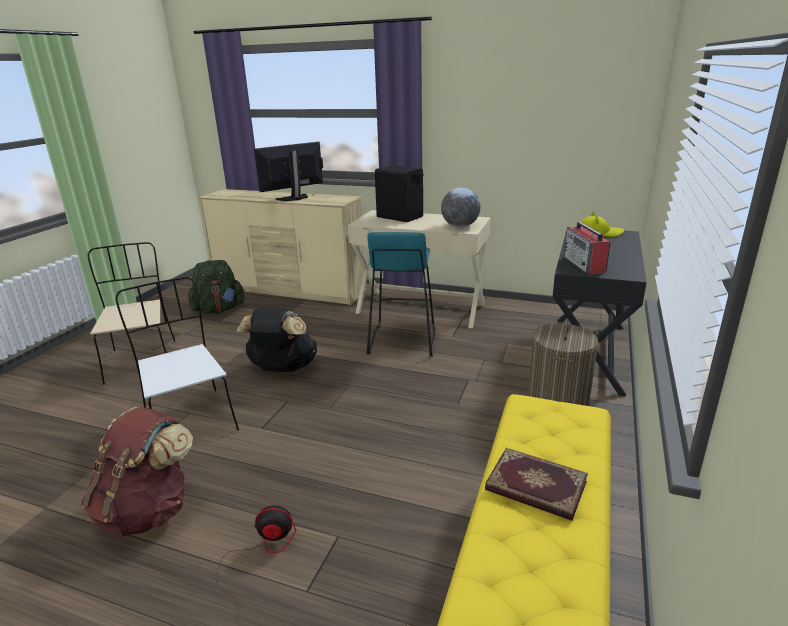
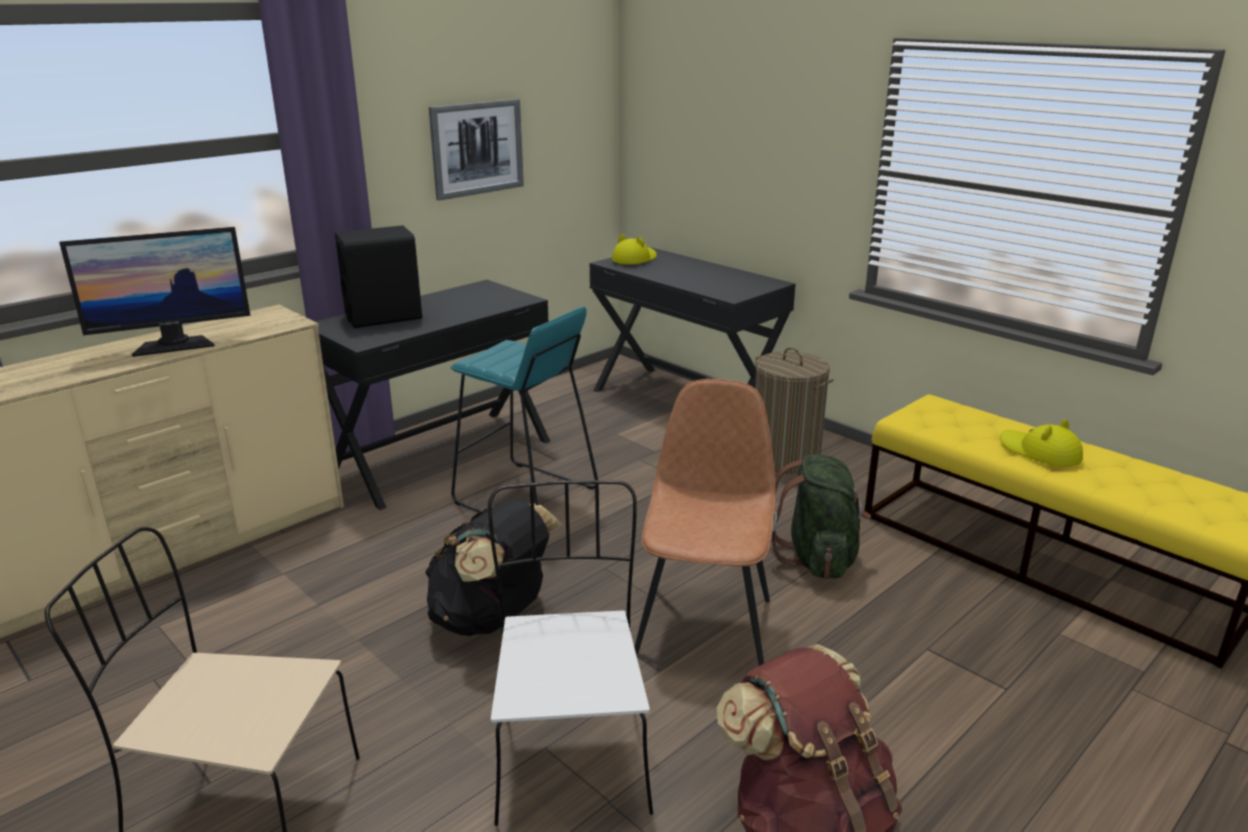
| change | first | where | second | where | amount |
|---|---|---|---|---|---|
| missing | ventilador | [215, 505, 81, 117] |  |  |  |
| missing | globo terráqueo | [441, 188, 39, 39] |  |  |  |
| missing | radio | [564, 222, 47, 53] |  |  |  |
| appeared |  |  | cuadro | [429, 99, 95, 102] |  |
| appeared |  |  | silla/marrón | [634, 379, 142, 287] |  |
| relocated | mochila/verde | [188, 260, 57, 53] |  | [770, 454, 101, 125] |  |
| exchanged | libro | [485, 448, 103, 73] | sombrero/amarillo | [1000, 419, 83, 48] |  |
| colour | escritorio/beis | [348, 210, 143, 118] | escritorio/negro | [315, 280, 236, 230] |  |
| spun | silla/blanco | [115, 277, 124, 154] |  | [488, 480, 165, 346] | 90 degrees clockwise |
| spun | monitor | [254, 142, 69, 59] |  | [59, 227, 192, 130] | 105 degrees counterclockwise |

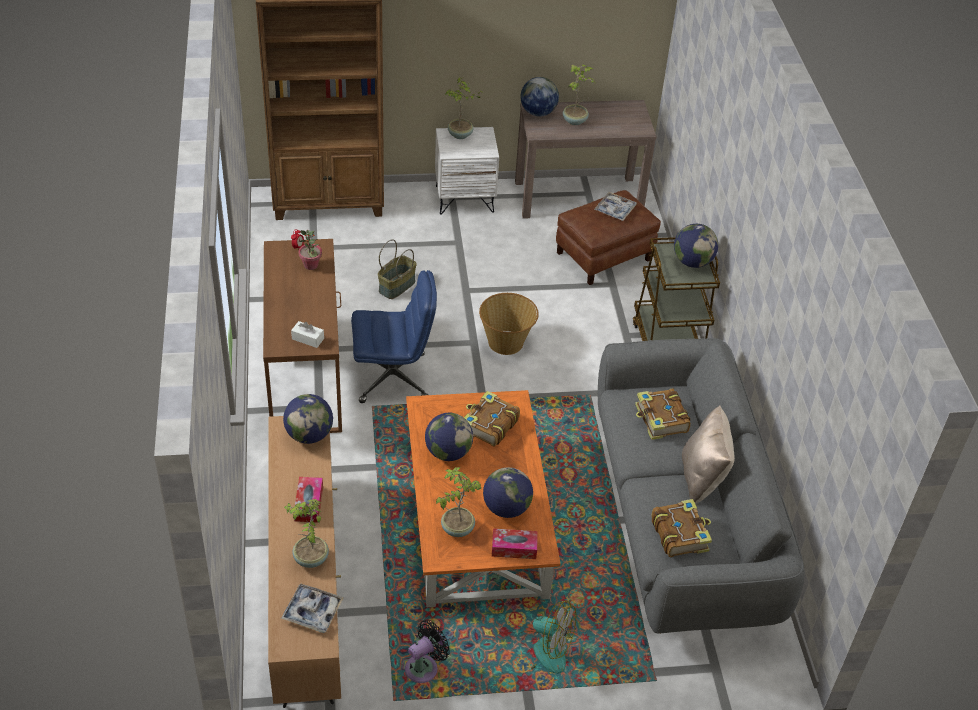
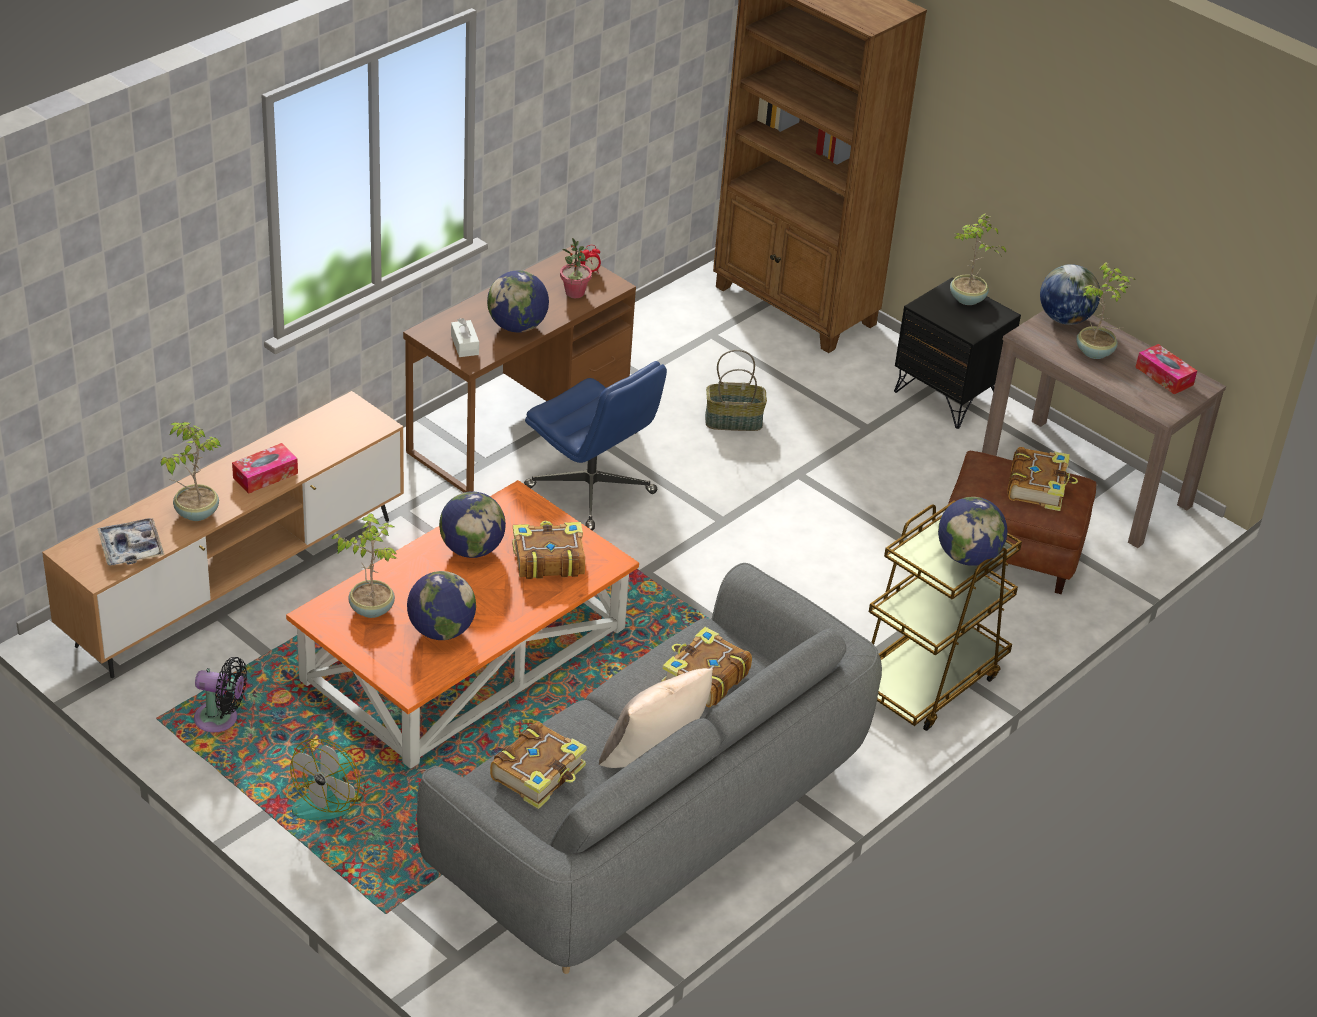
| change | first | where | second | where | amount |
|---|---|---|---|---|---|
| missing | cesta | [479, 293, 60, 62] |  |  |  |
| relocated | globo terráqueo | [283, 394, 50, 50] |  | [487, 271, 62, 62] |  |
| relocated | caja de pañuelos | [492, 528, 46, 31] |  | [1135, 344, 62, 50] |  |
| exchanged | bandeja | [594, 192, 43, 29] | libro | [1007, 447, 71, 64] |  |
| colour | mesita de noche/blanco | [435, 127, 64, 88] | mesita de noche/negro | [894, 278, 127, 151] |  |
| spun | ventilador | [513, 601, 63, 73] |  | [290, 739, 76, 81] | 45 degrees clockwise |

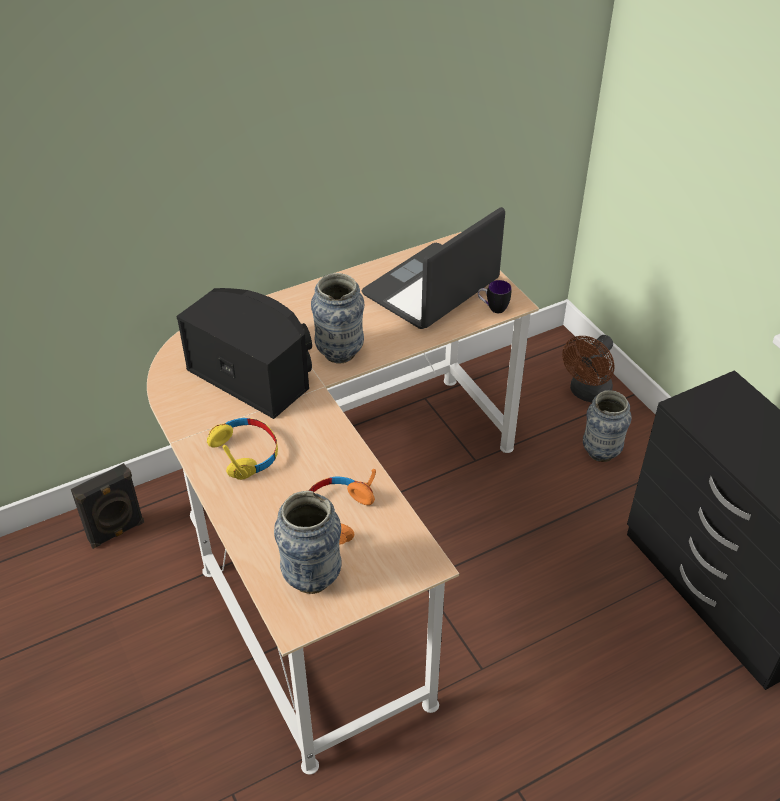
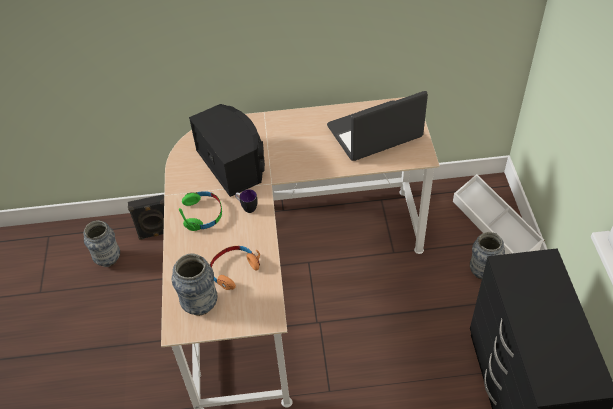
| change | first | where | second | where | amount |
|---|---|---|---|---|---|
| relocated | florero | [311, 273, 53, 90] |  | [83, 220, 37, 47] |  |
| relocated | taza grande | [478, 280, 34, 33] |  | [235, 189, 23, 24] |  |
| exchanged | ventilador/marrón | [562, 335, 53, 68] | caja de almacenaje/blanco | [453, 174, 91, 80] |  |
| colour | auriculares/amarillo | [207, 418, 71, 62] | auriculares/verde | [179, 191, 43, 40] |  |

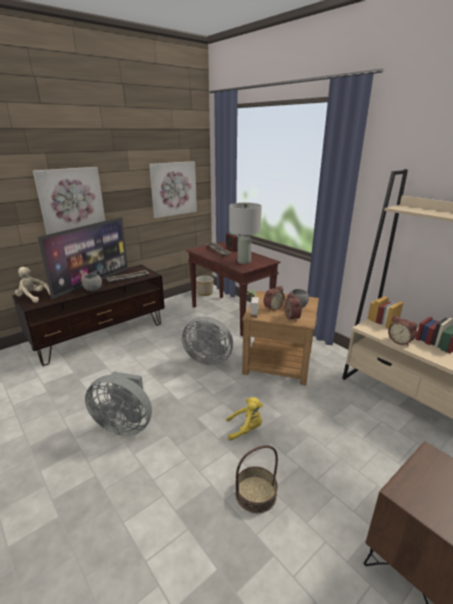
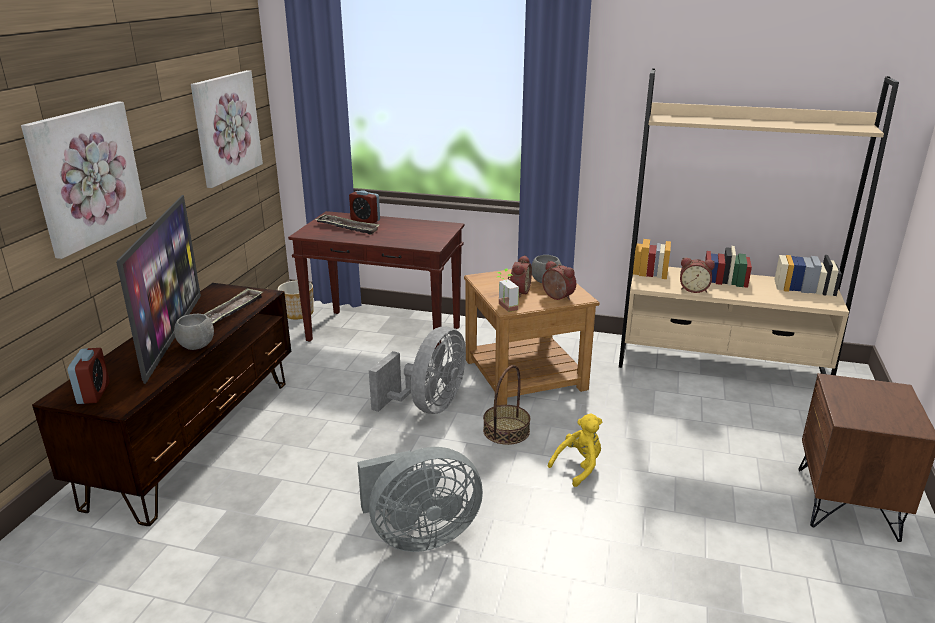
| change | first | where | second | where | amount |
|---|---|---|---|---|---|
| missing | lámpara de mesa/gris | [229, 203, 33, 61] |  |  |  |
| relocated | cesta | [235, 445, 43, 69] |  | [483, 365, 47, 80] |  |
| exchanged | peluche/beis | [15, 267, 36, 36] | despertador | [68, 348, 42, 56] |  |
| spun | ventilador/gris | [182, 317, 51, 49] |  | [369, 326, 97, 88] | 45 degrees counterclockwise |

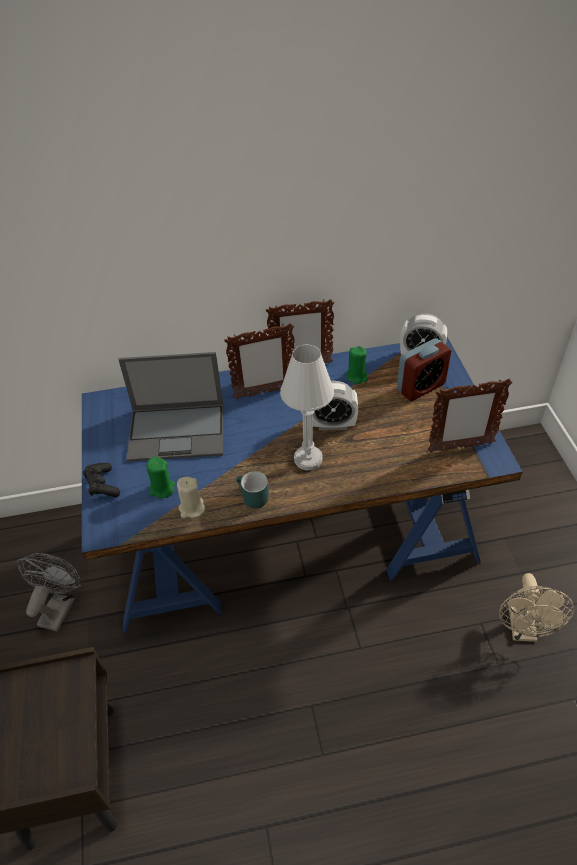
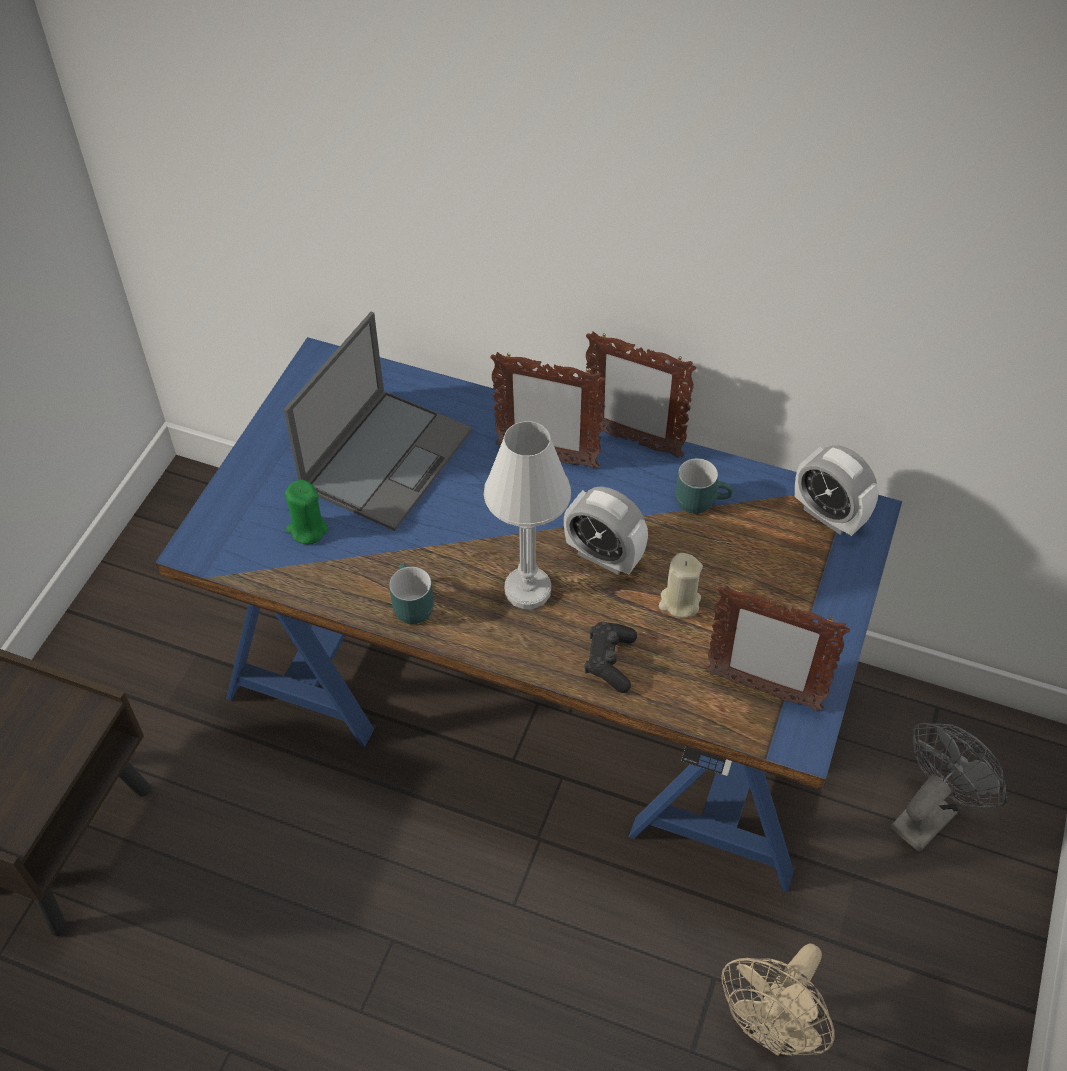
| change | first | where | second | where | amount |
|---|---|---|---|---|---|
| missing | despertador | [397, 338, 54, 63] |  |  |  |
| relocated | ventilador/gris | [17, 553, 65, 78] |  | [890, 723, 117, 129] |  |
| relocated | mando de consola/negro | [83, 463, 37, 34] |  | [584, 622, 53, 71] |  |
| relocated | vela/beis | [177, 477, 28, 41] |  | [659, 553, 44, 65] |  |
| exchanged | vela/verde | [346, 346, 22, 38] | taza grande/turquesa | [676, 458, 57, 56] |  |
| spun | portátil | [118, 352, 105, 110] |  | [284, 312, 188, 219] | 90 degrees counterclockwise |

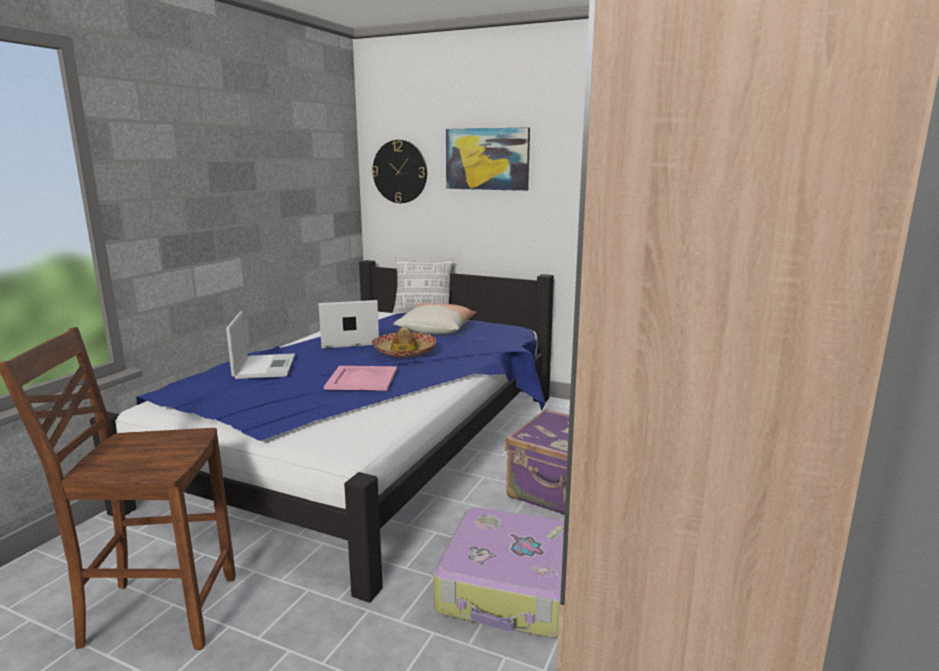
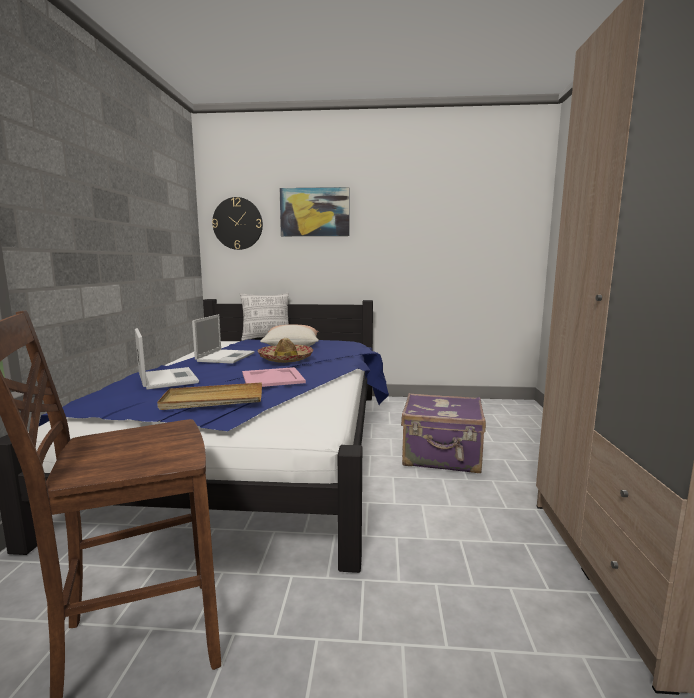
| change | first | where | second | where | amount |
|---|---|---|---|---|---|
| missing | maleta | [433, 507, 131, 131] |  |  |  |
| appeared |  |  | bandeja/beis | [157, 382, 105, 28] |  |
| spun | portátil | [318, 300, 61, 49] |  | [192, 314, 63, 50] | 135 degrees clockwise |

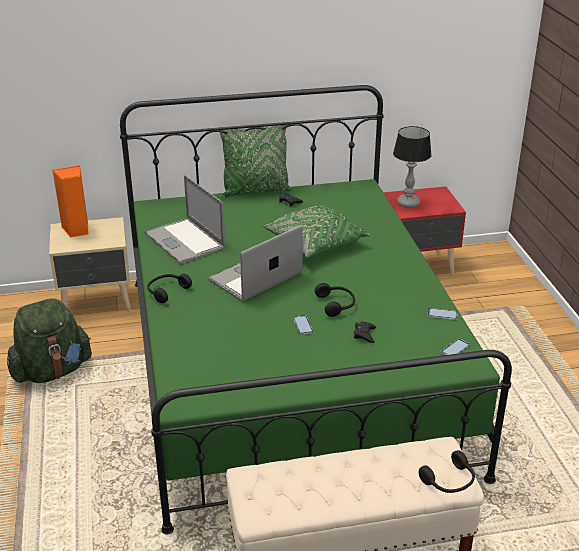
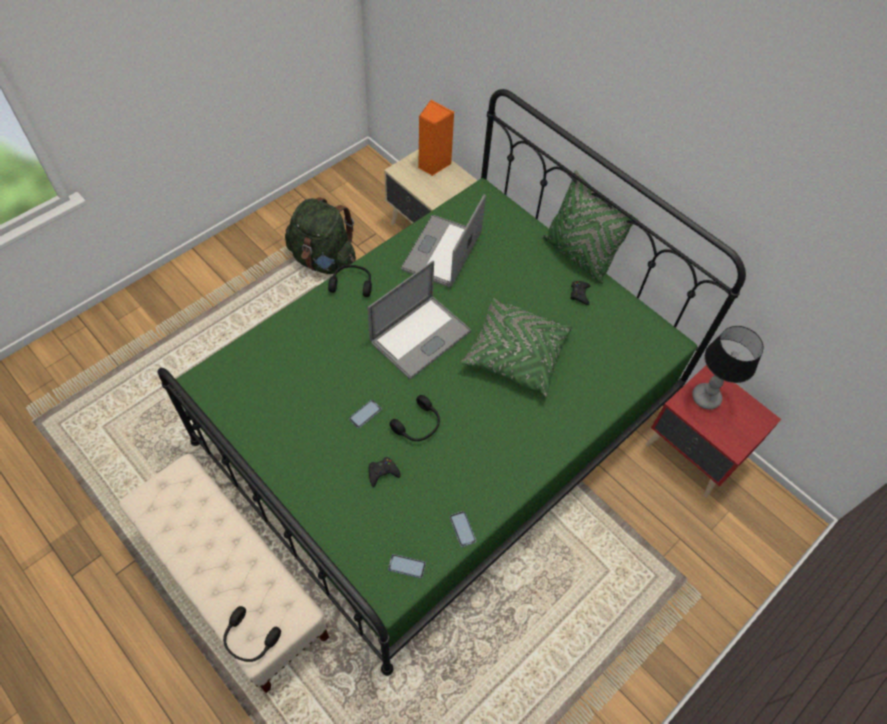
| change | first | where | second | where | amount |
|---|---|---|---|---|---|
| spun | portátil | [208, 225, 95, 77] |  | [368, 261, 103, 118] | 120 degrees clockwise |

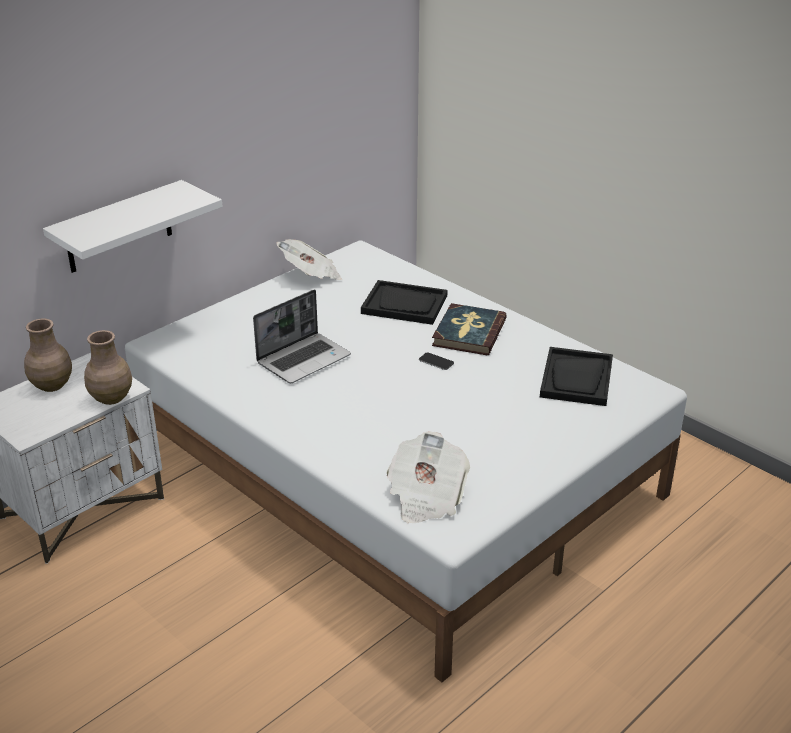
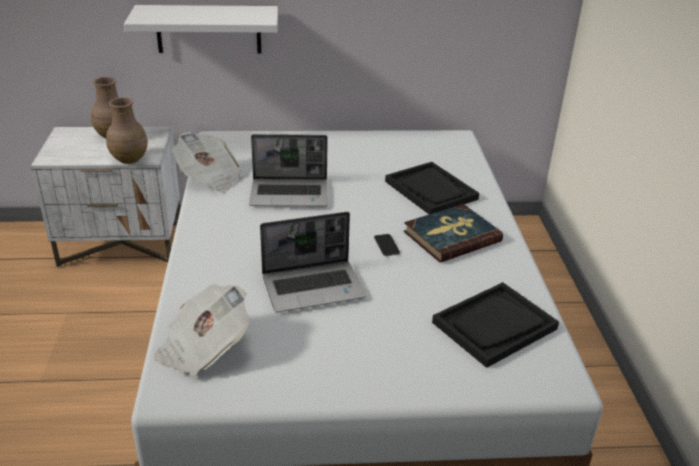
| change | first | where | second | where | amount |
|---|---|---|---|---|---|
| appeared |  |  | portátil | [260, 212, 106, 100] |  |
| relocated | periódico | [277, 239, 65, 41] |  | [172, 132, 71, 61] |  |

